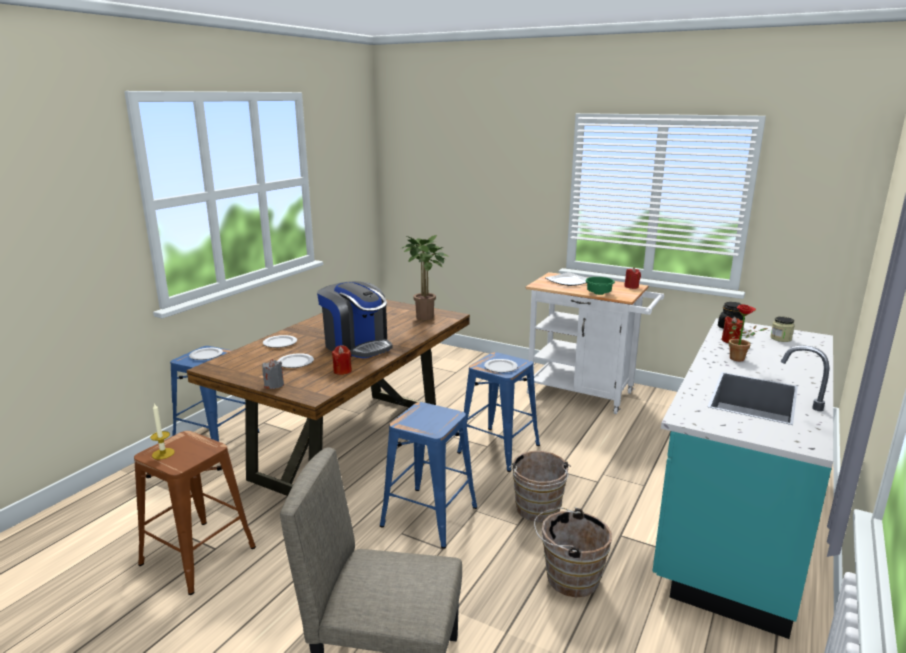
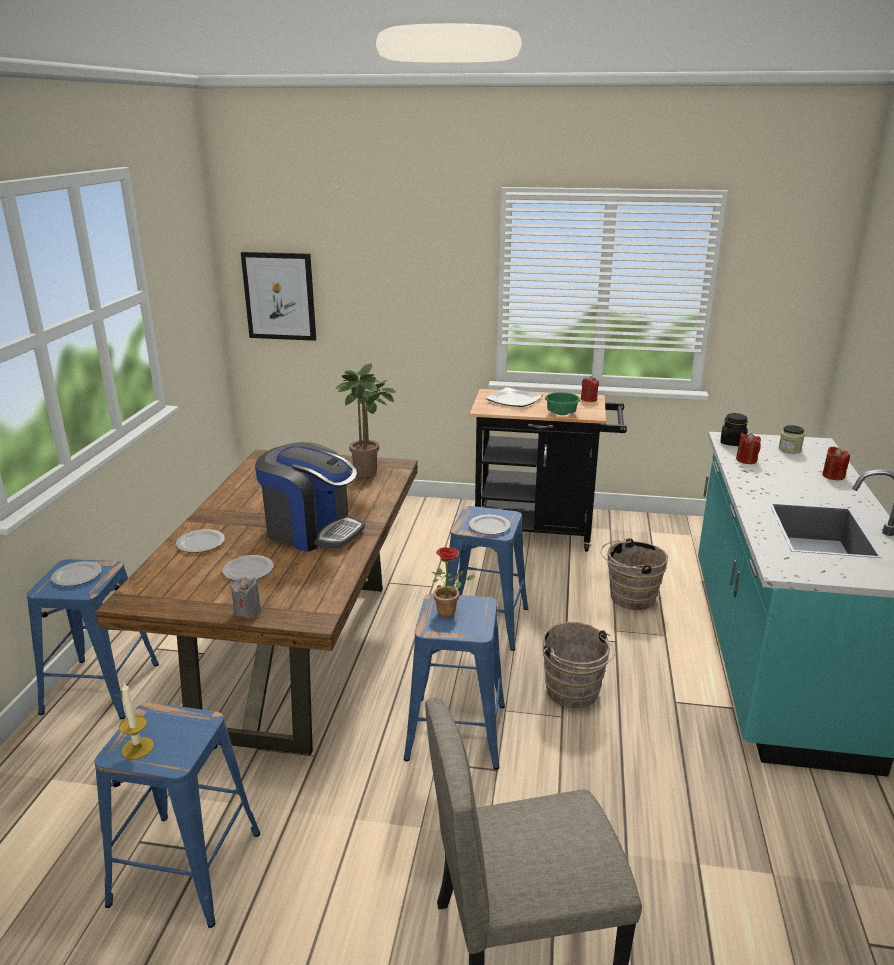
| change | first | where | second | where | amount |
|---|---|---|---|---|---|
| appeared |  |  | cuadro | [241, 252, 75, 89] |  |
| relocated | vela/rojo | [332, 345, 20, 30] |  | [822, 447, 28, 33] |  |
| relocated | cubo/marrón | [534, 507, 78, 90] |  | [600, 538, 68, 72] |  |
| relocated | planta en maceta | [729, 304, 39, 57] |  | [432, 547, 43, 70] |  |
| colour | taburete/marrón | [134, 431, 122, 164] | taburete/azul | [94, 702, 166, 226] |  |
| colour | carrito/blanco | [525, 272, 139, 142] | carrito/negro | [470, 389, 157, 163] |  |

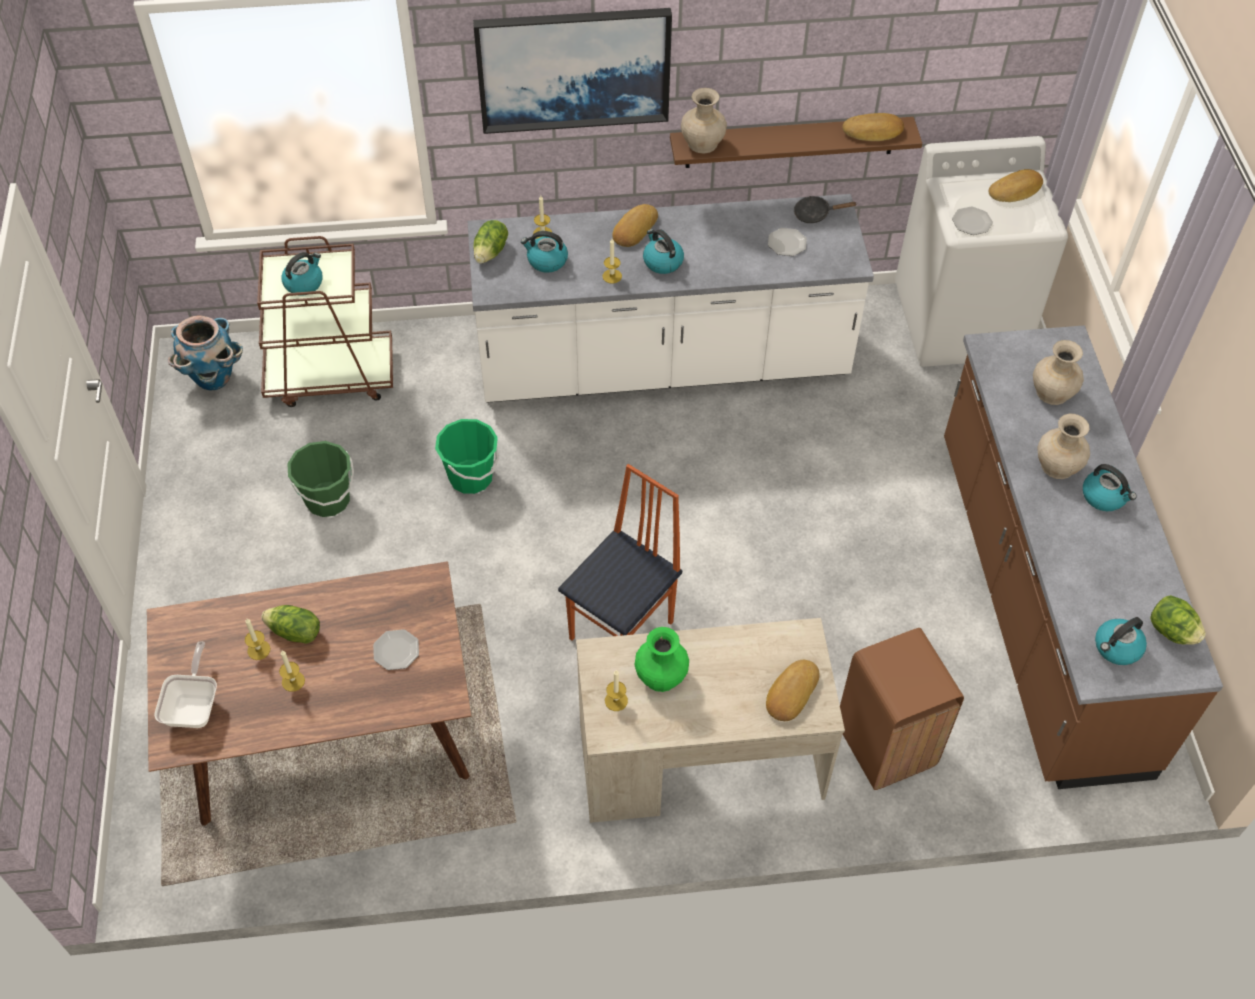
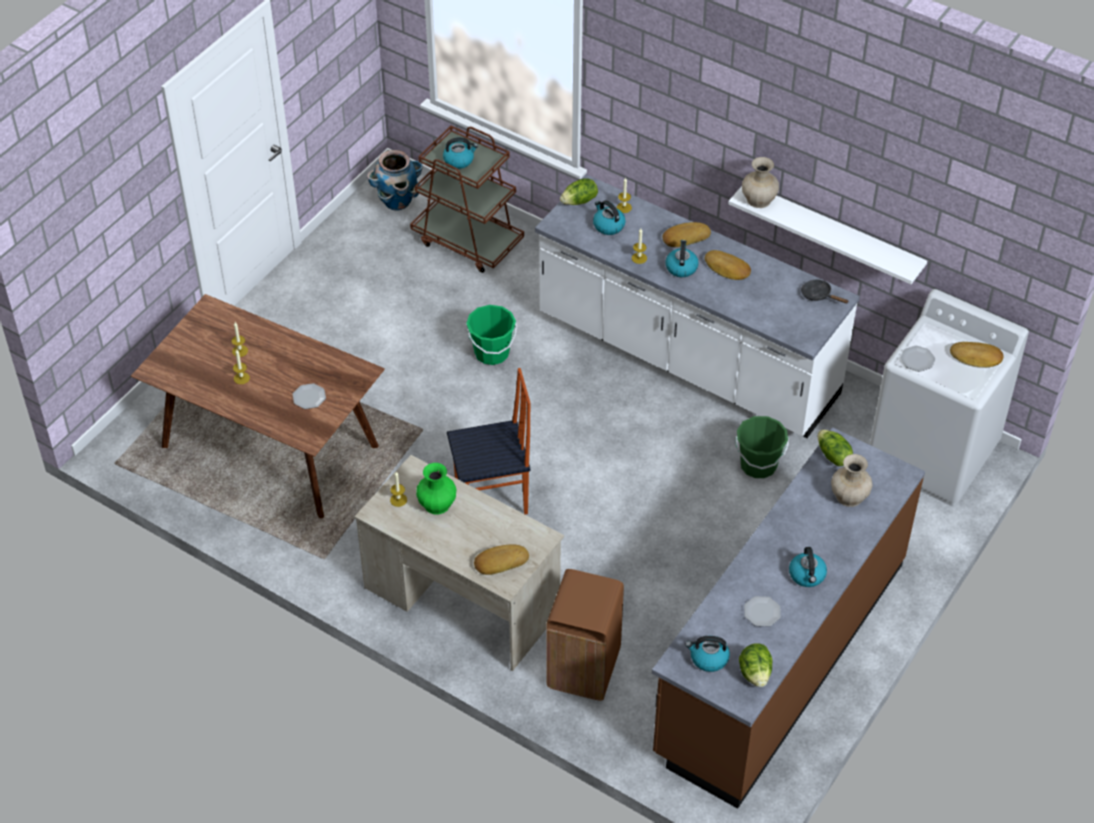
| change | first | where | second | where | amount |
|---|---|---|---|---|---|
| missing | sartén | [154, 641, 63, 87] |  |  |  |
| missing | cuadro | [473, 8, 199, 126] |  |  |  |
| missing | florero/beis | [1037, 413, 53, 66] |  |  |  |
| relocated | lechuga | [261, 605, 59, 39] |  | [818, 429, 35, 37] |  |
| relocated | cubo/verde | [287, 441, 67, 76] |  | [736, 416, 53, 62] |  |
| relocated | plato | [768, 228, 39, 28] |  | [744, 596, 37, 31] |  |
| relocated | pan | [842, 113, 62, 28] |  | [705, 250, 46, 30] |  |
| colour | estante/marrón | [670, 117, 252, 51] | estante/blanco | [728, 186, 199, 98] |  |

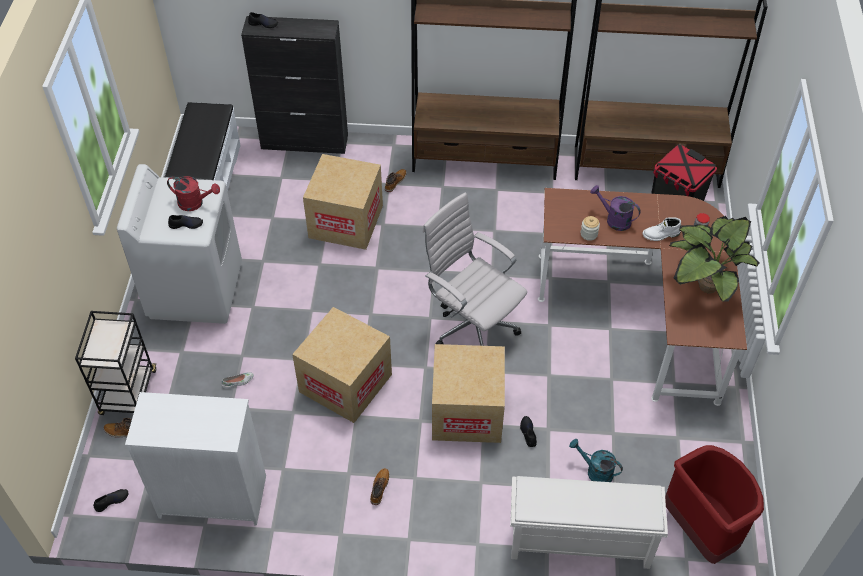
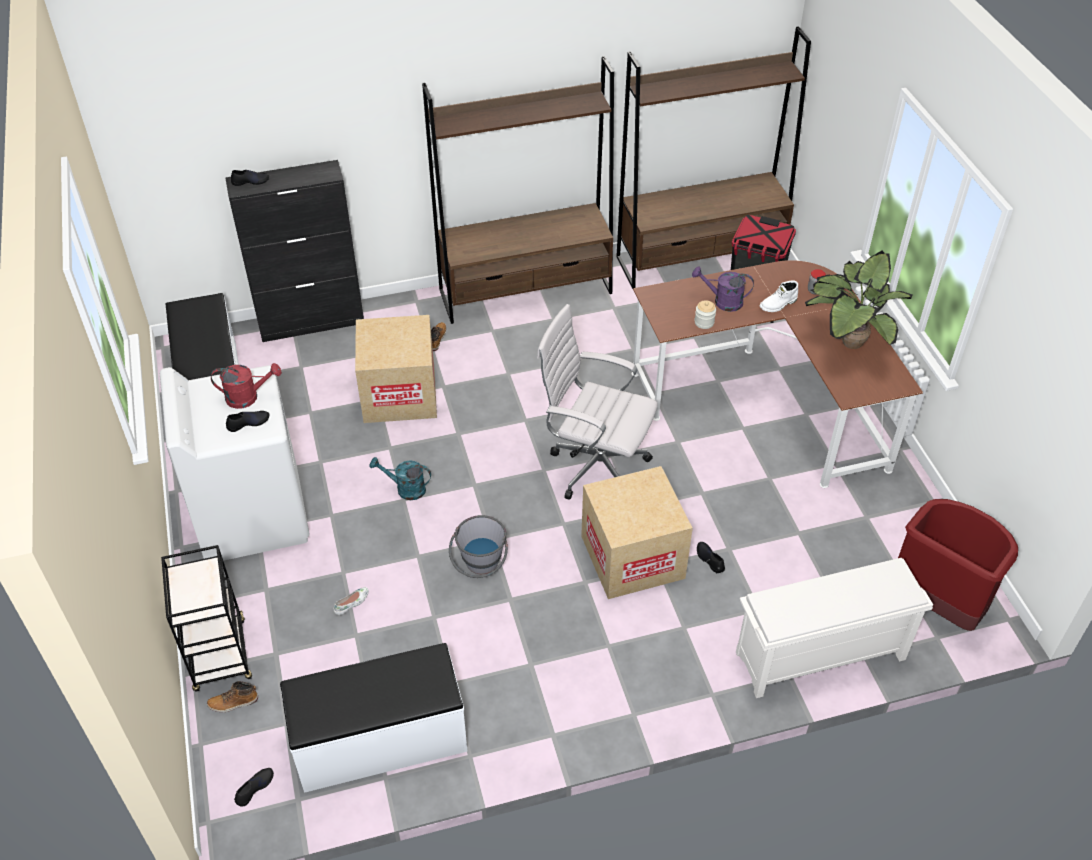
| change | first | where | second | where | amount |
|---|---|---|---|---|---|
| missing | bota | [370, 468, 19, 37] |  |  |  |
| relocated | regadera/turquesa | [569, 439, 54, 43] |  | [369, 457, 62, 43] |  |
| exchanged | cómoda/blanco | [125, 392, 141, 134] | banco/blanco | [280, 643, 187, 150] |  |
| exchanged | caja de cartón | [292, 307, 100, 116] | cubo/gris | [449, 515, 59, 63] |  |

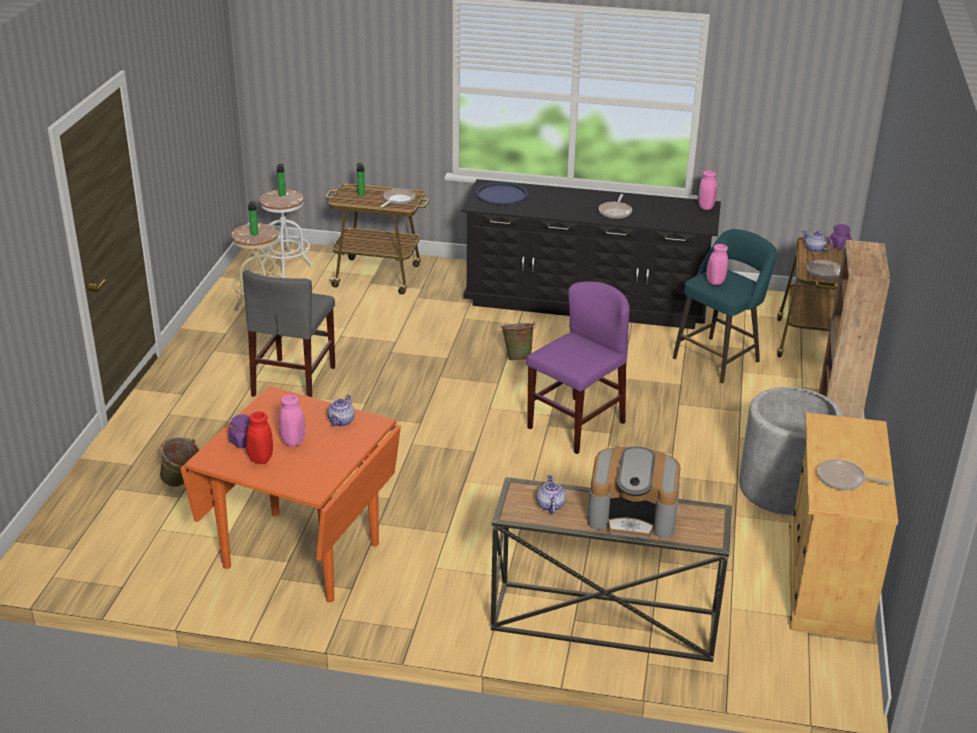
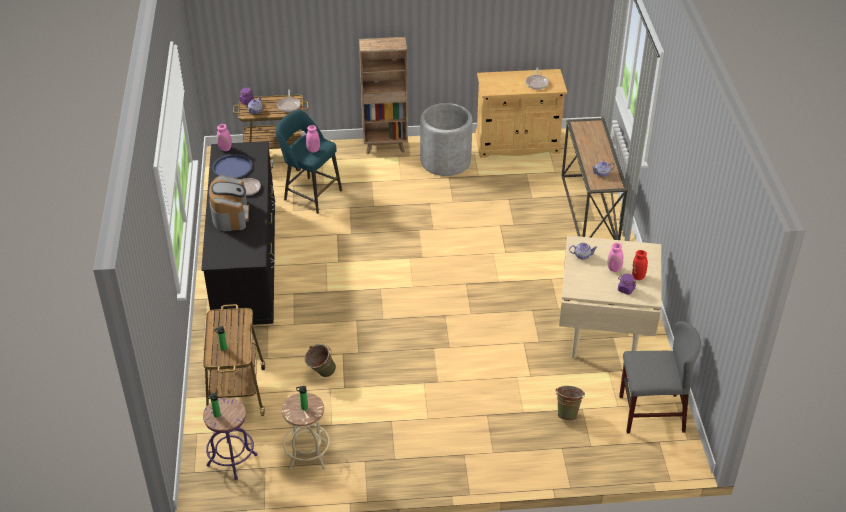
| change | first | where | second | where | amount |
|---|---|---|---|---|---|
| missing | sartén | [380, 188, 35, 20] |  |  |  |
| missing | silla/morado | [526, 282, 104, 172] |  |  |  |
| relocated | silla/gris | [243, 270, 92, 127] |  | [619, 321, 82, 112] |  |
| relocated | bandeja/azul | [476, 182, 52, 23] |  | [212, 154, 41, 25] |  |
| relocated | cubo/verde | [500, 322, 36, 39] |  | [305, 344, 31, 33] |  |
| relocated | cafetera | [587, 447, 93, 92] |  | [209, 175, 40, 56] |  |
| colour | mesa de comedor/naranja | [180, 386, 221, 217] | mesa de comedor/beis | [559, 236, 102, 122] |  |
| colour | taburete/blanco | [259, 189, 54, 89] | taburete/morado | [203, 398, 55, 82] |  |

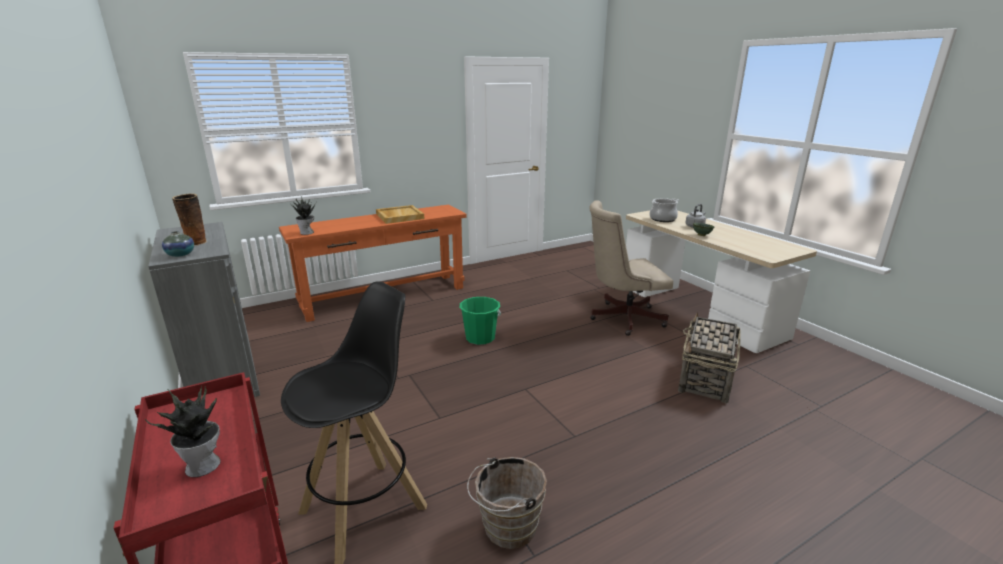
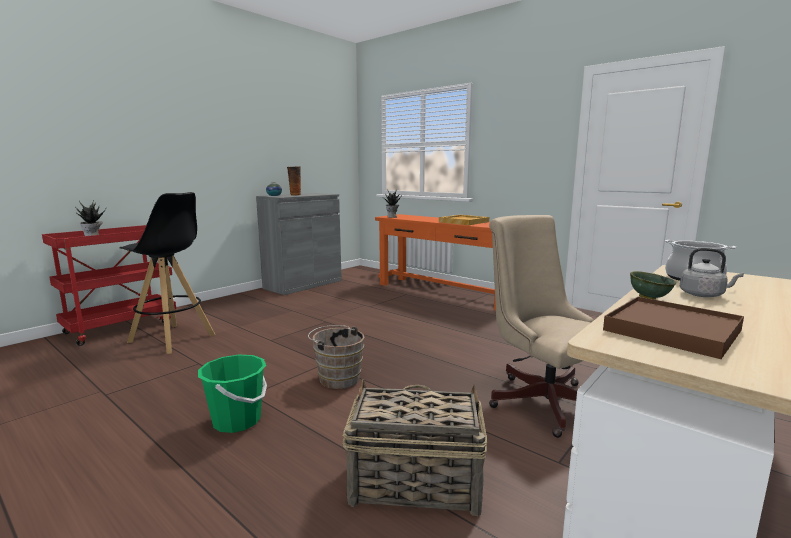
| change | first | where | second | where | amount |
|---|---|---|---|---|---|
| appeared |  |  | bandeja/marrón | [603, 297, 141, 62] |  |
| relocated | cubo/verde | [460, 297, 41, 48] |  | [198, 355, 69, 78] |  |
| relocated | cubo/marrón | [467, 457, 80, 92] |  | [308, 325, 57, 64] |  |

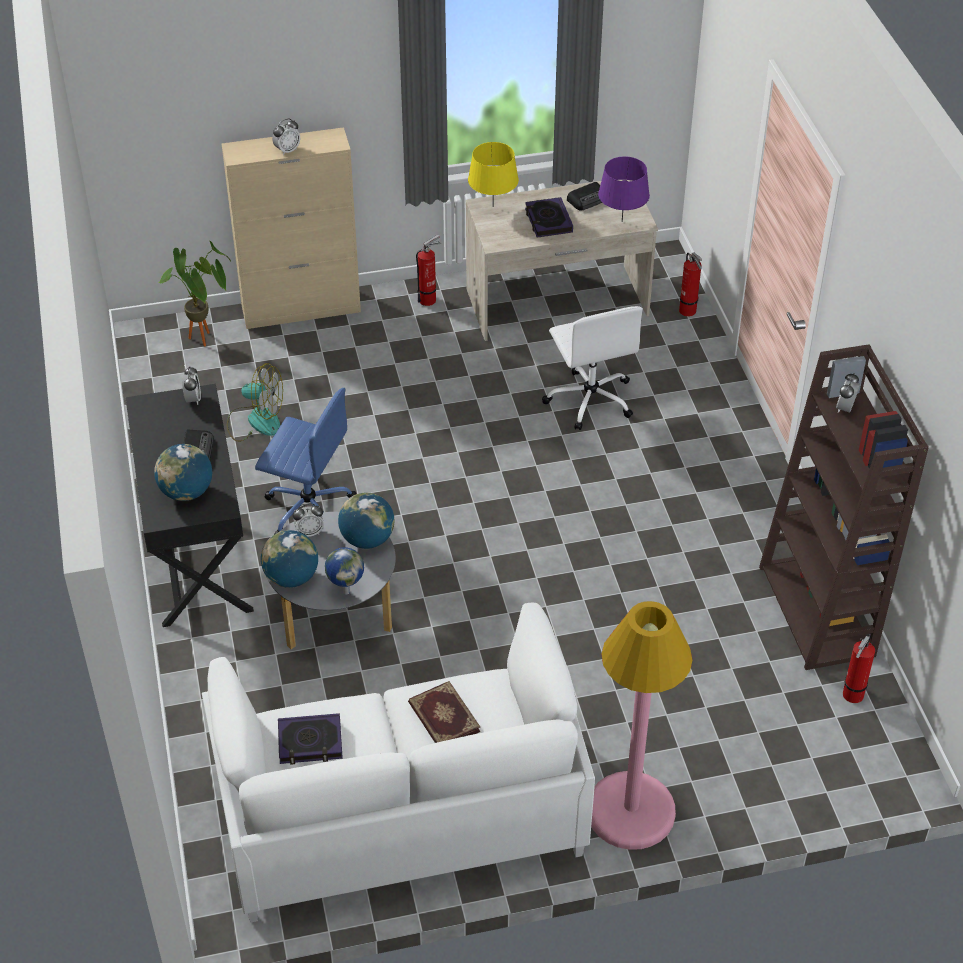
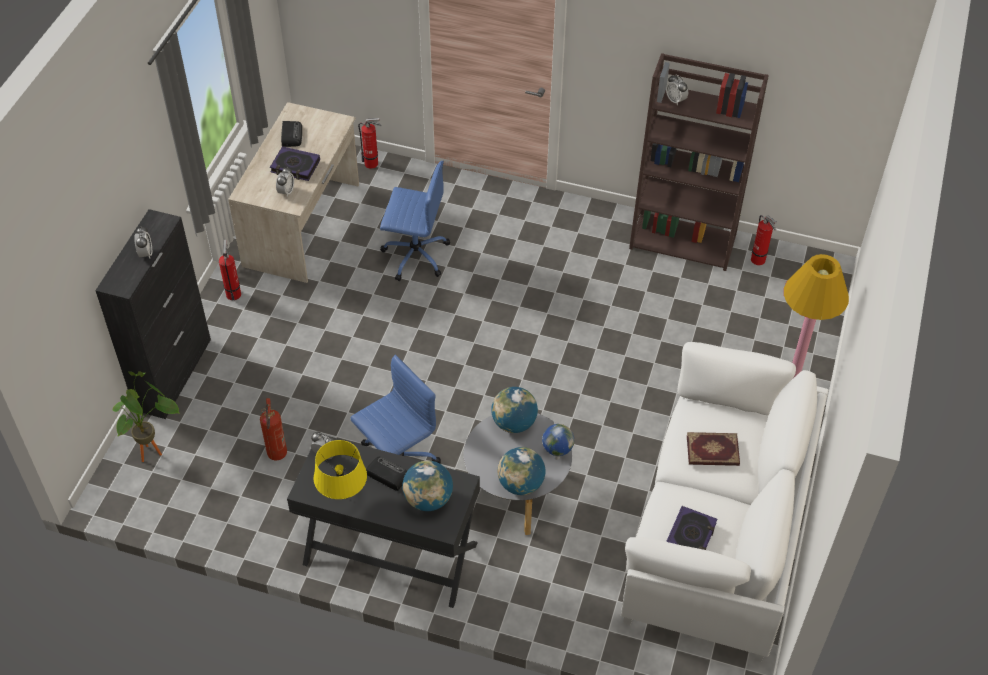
| change | first | where | second | where | amount |
|---|---|---|---|---|---|
| missing | lámpara de mesa/morado | [598, 156, 52, 66] |  |  |  |
| relocated | despertador | [293, 504, 31, 33] |  | [276, 167, 18, 30] |  |
| relocated | lámpara de mesa/amarillo | [468, 142, 51, 65] |  | [314, 440, 53, 59] |  |
| exchanged | ventilador | [227, 363, 56, 79] | extintor | [260, 398, 27, 62] |  |
| colour | armario/beis | [222, 127, 139, 202] | armario/negro | [95, 209, 116, 210] |  |
| colour | silla de oficina/blanco | [542, 306, 101, 124] | silla de oficina/azul | [380, 161, 70, 120] |  |

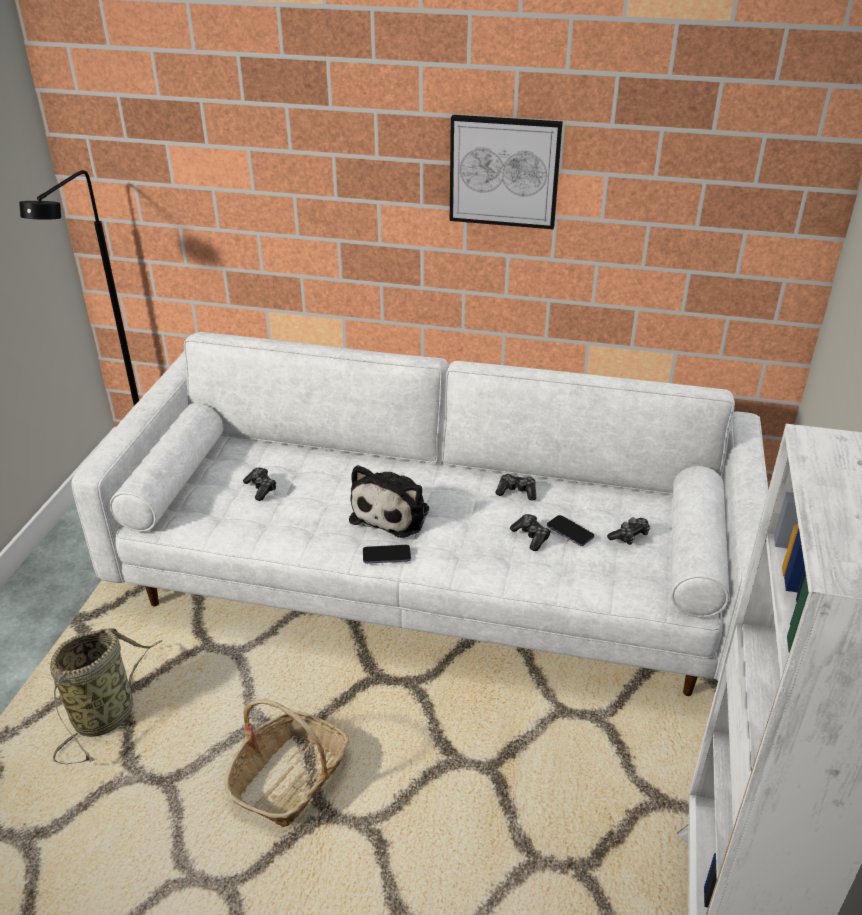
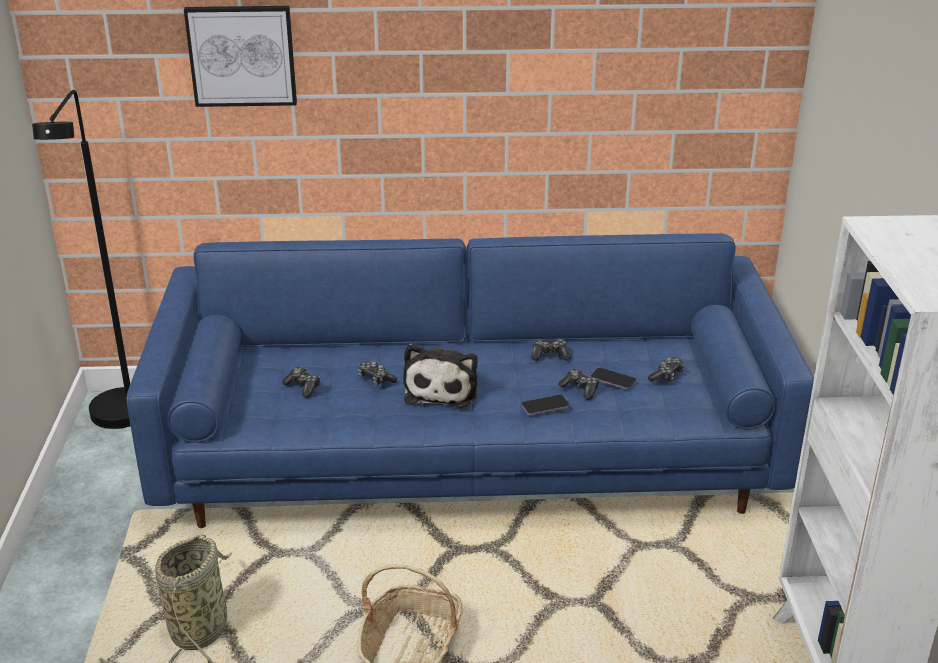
| change | first | where | second | where | amount |
|---|---|---|---|---|---|
| appeared |  |  | mando de consola | [358, 361, 39, 24] |  |
| relocated | móvil | [363, 545, 48, 19] |  | [522, 395, 47, 20] |  |
| relocated | cuadro | [450, 115, 113, 114] |  | [184, 6, 113, 101] |  |
| colour | sofá/blanco | [71, 332, 697, 364] | sofá/azul | [127, 233, 687, 295] |  |

